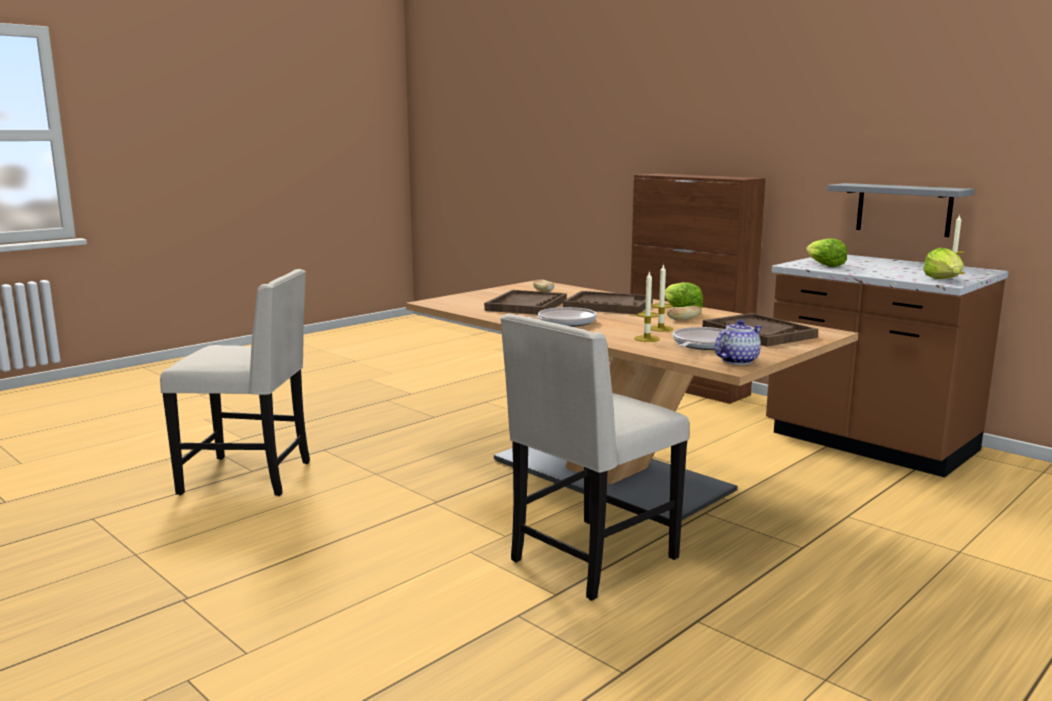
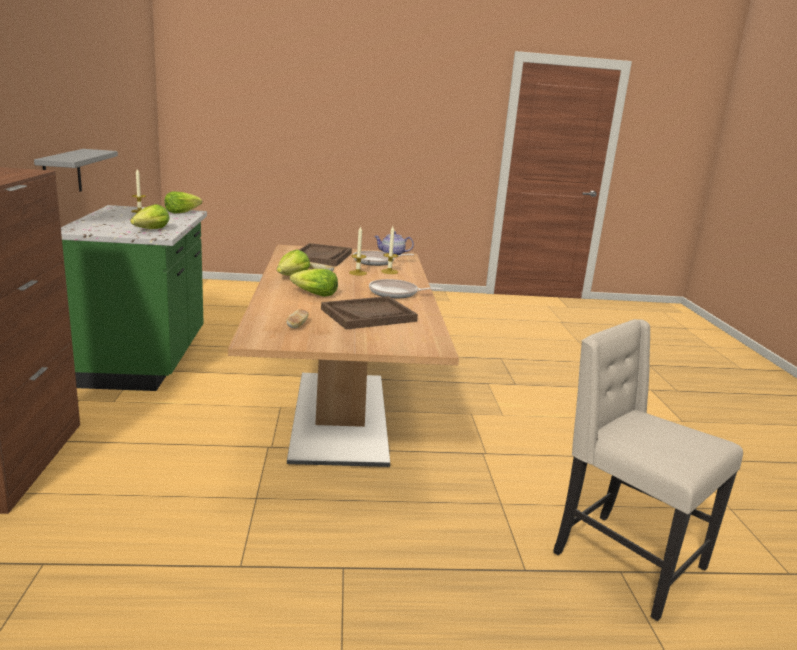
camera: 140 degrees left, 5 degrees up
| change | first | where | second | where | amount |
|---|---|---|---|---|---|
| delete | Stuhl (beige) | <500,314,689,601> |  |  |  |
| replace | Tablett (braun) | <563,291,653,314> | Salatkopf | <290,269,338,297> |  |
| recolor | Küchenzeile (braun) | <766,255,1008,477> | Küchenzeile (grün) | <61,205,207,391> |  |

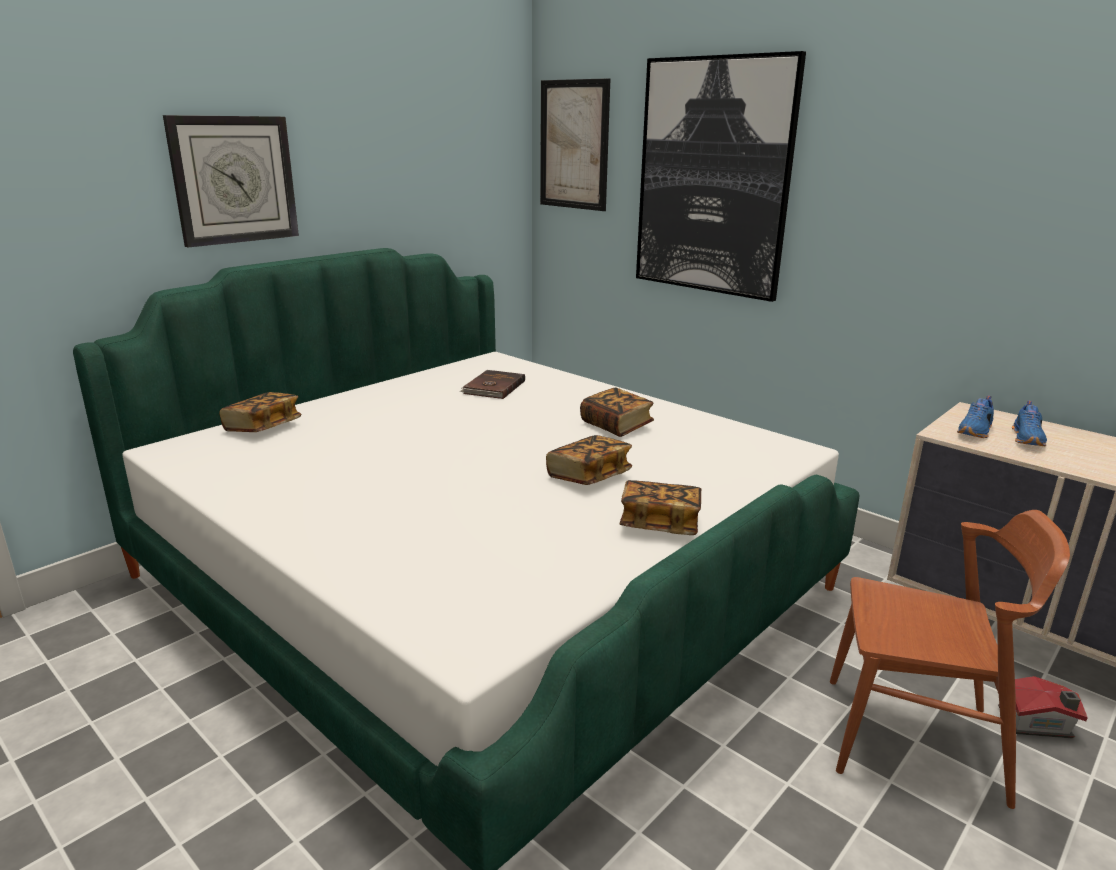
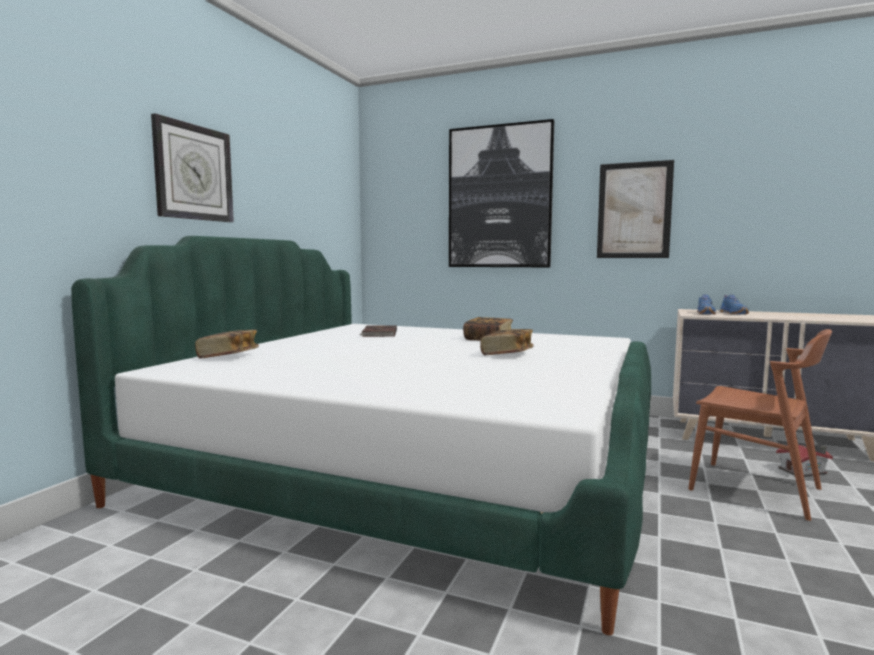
camera: 20 degrees left, 15 degrees down
| change | first | where | second | where | amount |
|---|---|---|---|---|---|
| move | Bild | <540,78,610,211> |  | <597,160,674,258> |  |
| delete | Buch | <620,480,701,535> |  |  |  |
| rotate | Stuhl (braun) | <830,510,1070,809> |  | <688,329,832,521> | 45 degrees clockwise |

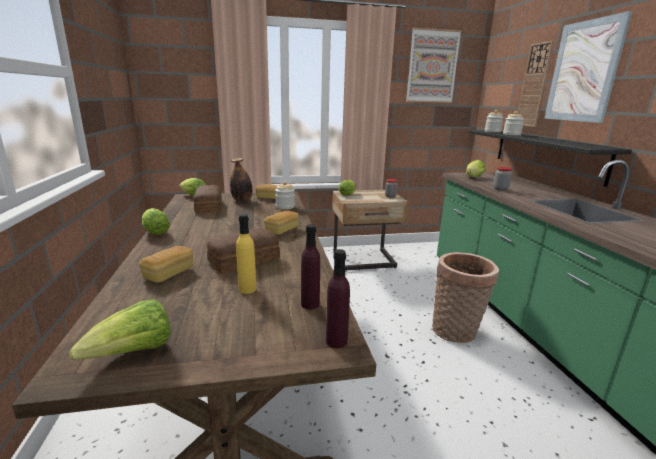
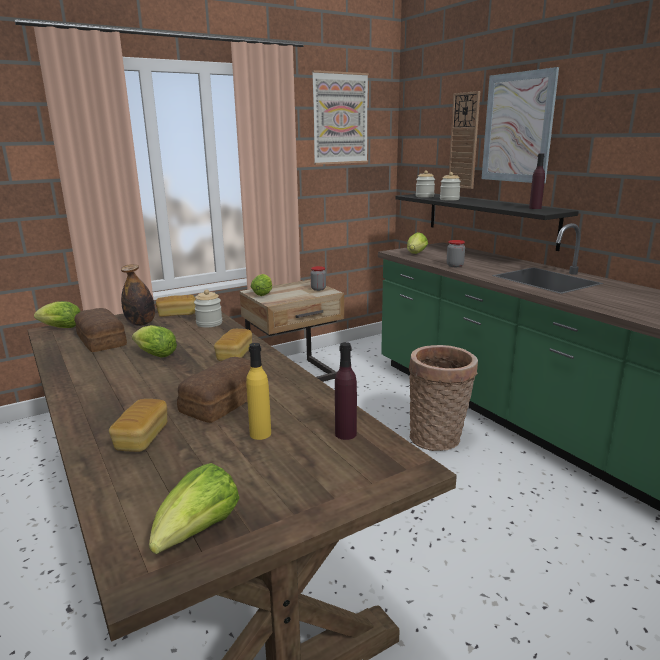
camera: 20 degrees left, 0 degrees up
| change | first | where | second | where | amount |
|---|---|---|---|---|---|
| move | Salatkopf | <142,208,170,235> |  | <132,325,177,358> |  |
| move | Flasche (lila) | <326,249,350,348> |  | <529,154,545,209> |  |

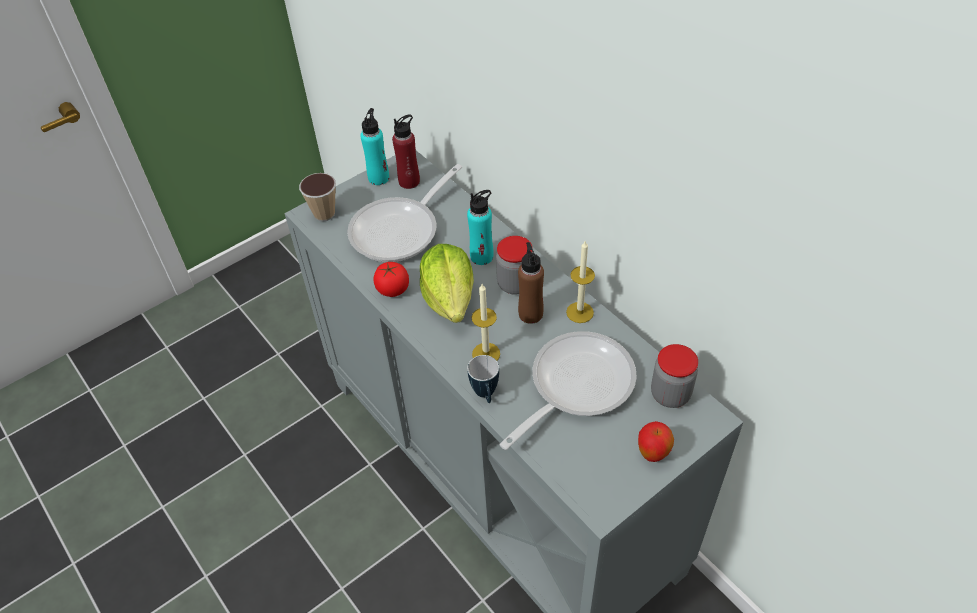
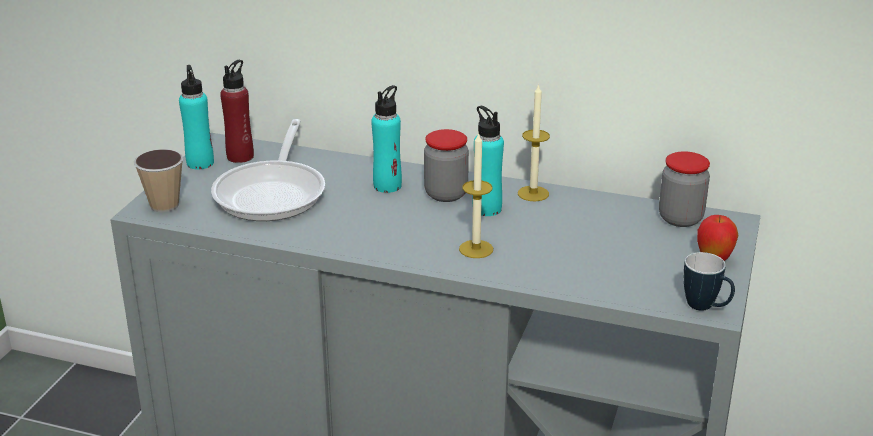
camera: 35 degrees left, 20 degrees down
| change | first | where | second | where | amount |
|---|---|---|---|---|---|
| delete | Tomate | <373,262,409,297> |  |  |  |
| delete | Salatkopf | <420,244,474,323> |  |  |  |
| move | Henkelbecher | <467,355,499,403> |  | <684,252,735,311> |  |
| delete | Pfanne | <500,331,637,450> |  |  |  |
| recolor | Flasche (braun) | <518,242,544,324> | Flasche (türkis) | <472,106,504,216> |  |

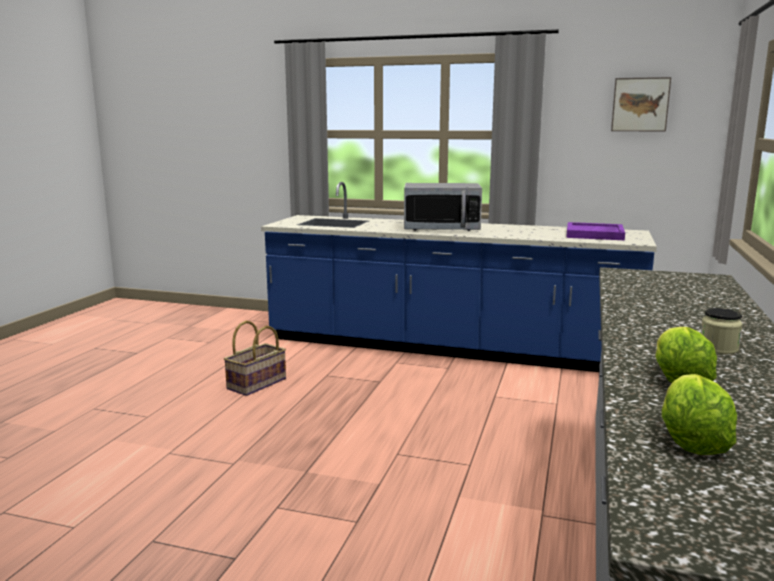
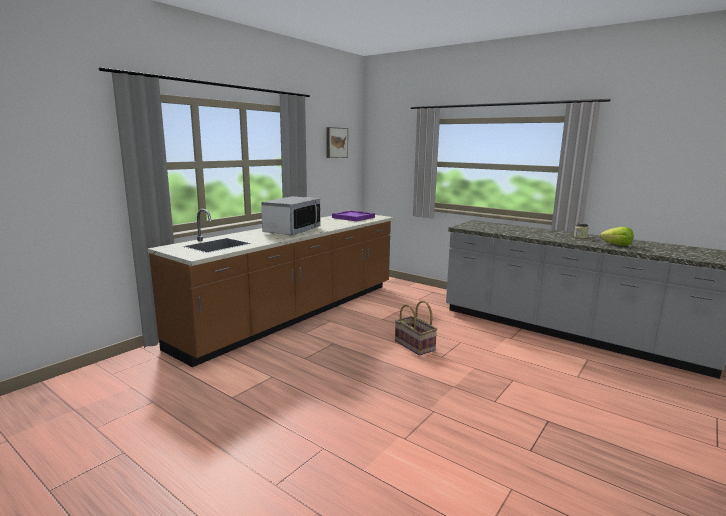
camera: 70 degrees left, 0 degrees up
| change | first | where | second | where | amount |
|---|---|---|---|---|---|
| move | Korb | <224,321,286,396> |  | <395,300,437,356> |  |
| recolor | Küchenzeile (blau) | <261,182,657,372> | Küchenzeile (braun) | <147,209,394,367> |  |
| delete | Salatkopf | <662,374,737,455> |  |  |  |

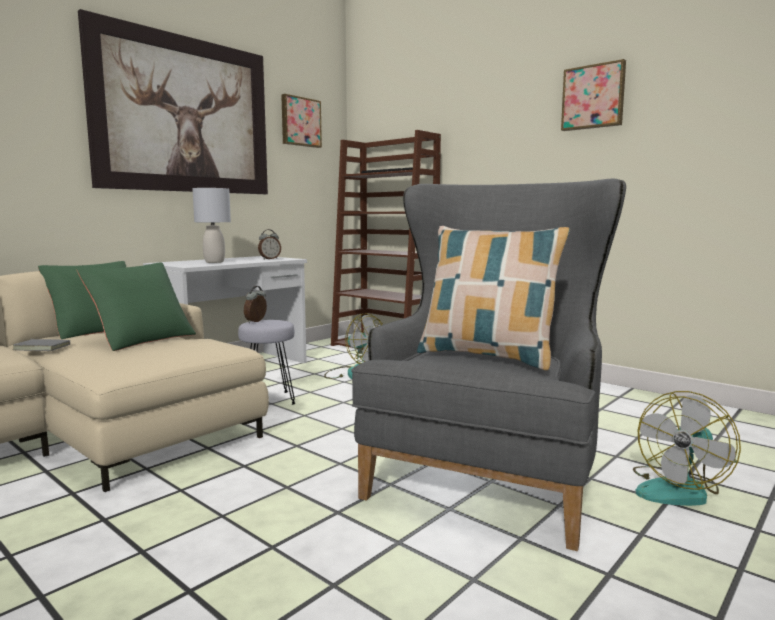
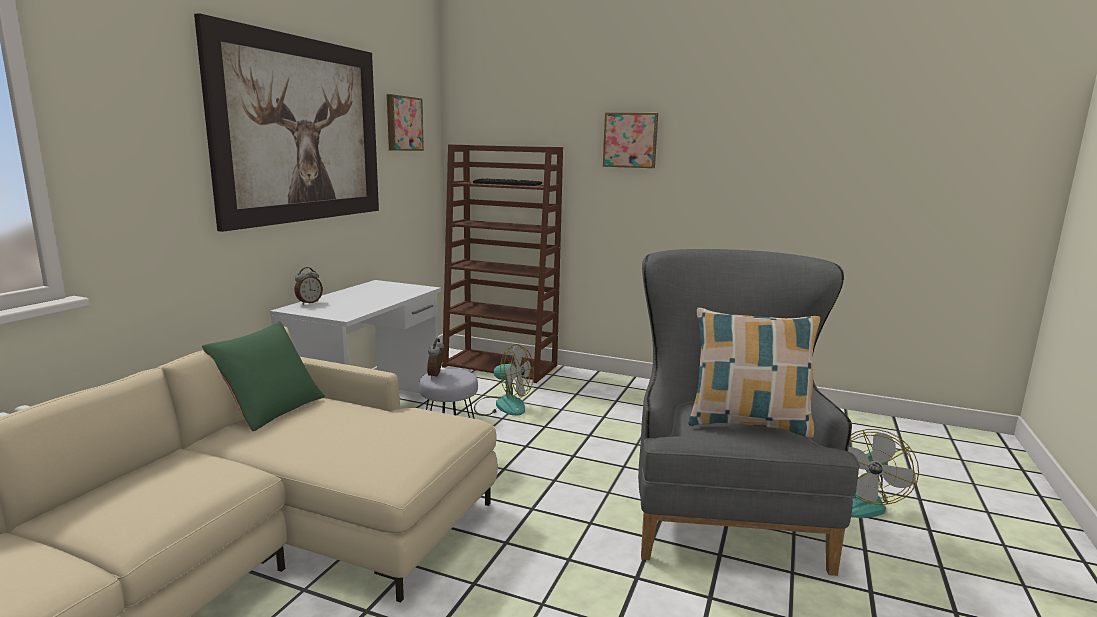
camera: 20 degrees left, 5 degrees up
| change | first | where | second | where | amount |
|---|---|---|---|---|---|
| delete | Buch (grau) | <13,338,70,351> |  |  |  |
| delete | Kissen (grün) | <77,262,196,351> |  |  |  |
| delete | Tischlampe (grau) | <192,188,231,263> |  |  |  |
| move | Wecker | <258,229,281,259> |  | <295,267,323,305> |  |
| move | Bild | <561,59,626,131> |  | <603,113,658,168> |  |

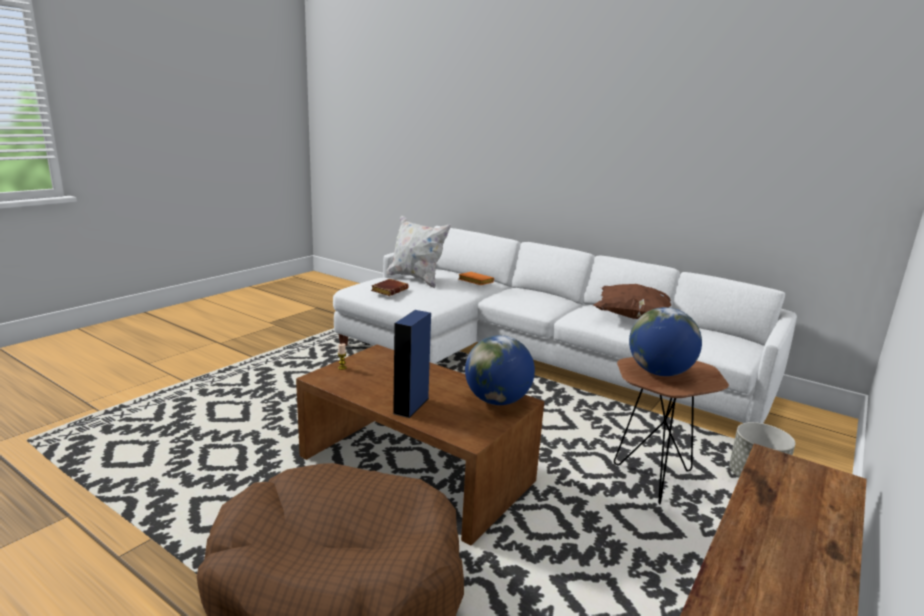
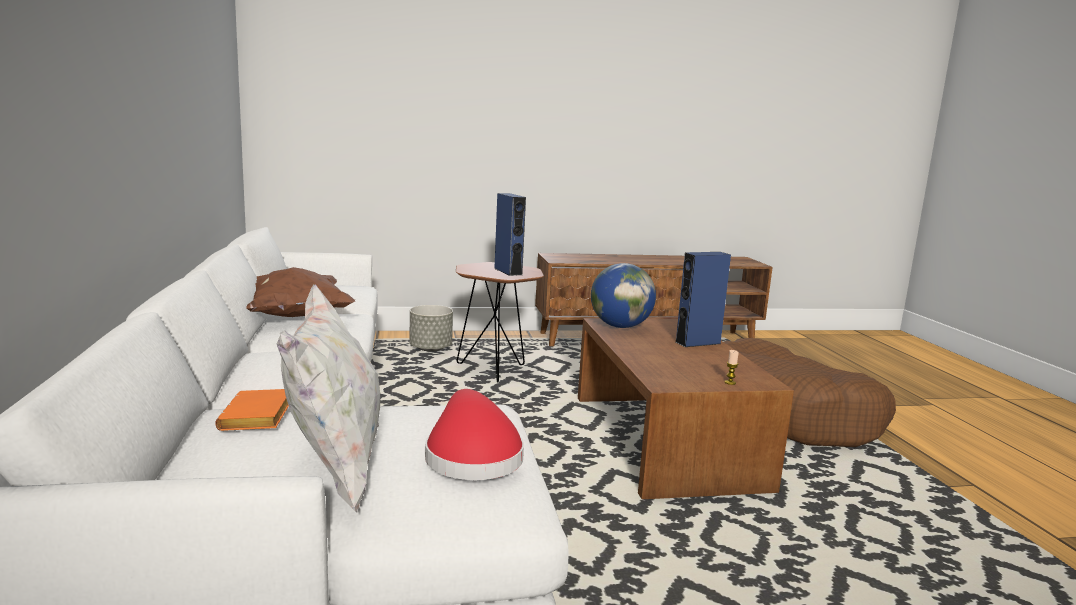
camera: 135 degrees left, 5 degrees down
| change | first | where | second | where | amount |
|---|---|---|---|---|---|
| replace | Buch (braun) | <371,279,409,296> | Hut (rot) | <425,389,524,480> |  |
| replace | Globus | <629,307,702,376> | Lautsprecher (blau) | <494,193,526,276> |  |

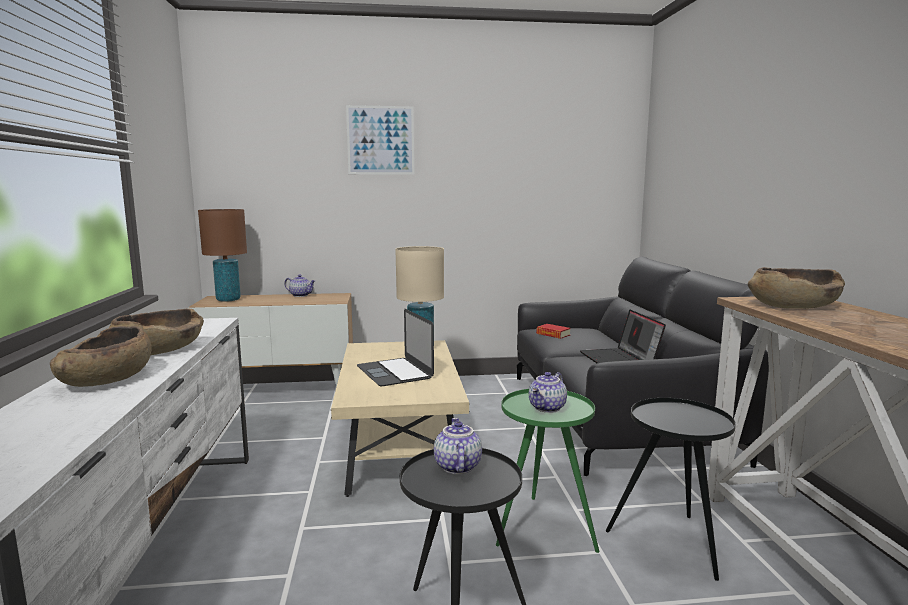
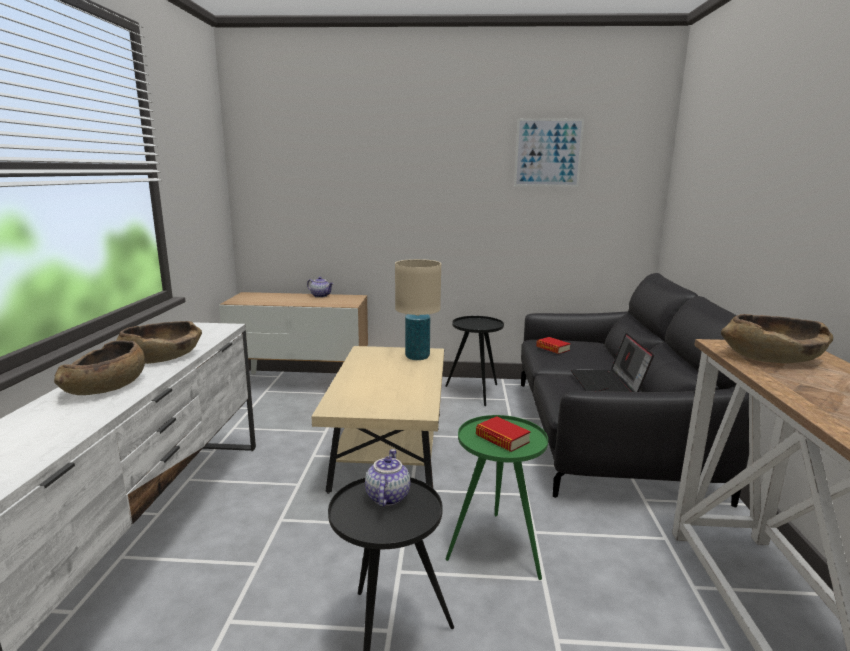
camera: 10 degrees right, 5 degrees up
| change | first | where | second | where | amount |
|---|---|---|---|---|---|
| delete | Tischlampe (braun) | <198,209,247,302> |  |  |  |
| move | Bild | <346,105,414,175> |  | <514,118,584,187> |  |
| delete | Laptop | <357,309,434,386> |  |  |  |
| replace | Teekanne | <529,372,567,413> | Buch | <476,416,531,452> |  |
| move | Beistelltisch (schwarz) | <606,398,736,581> |  | <446,316,504,406> |  |

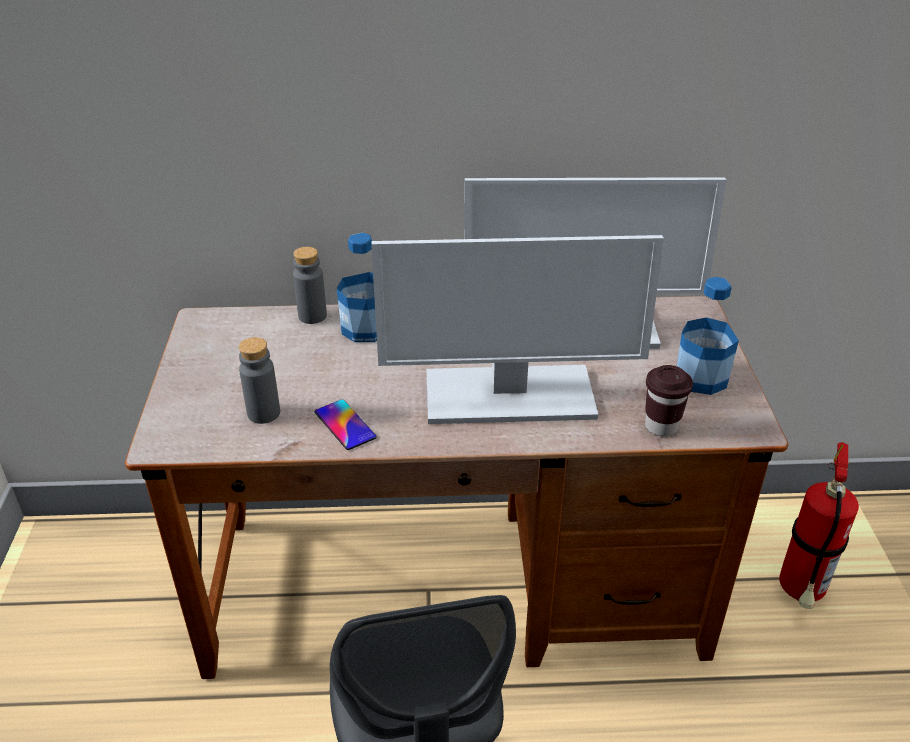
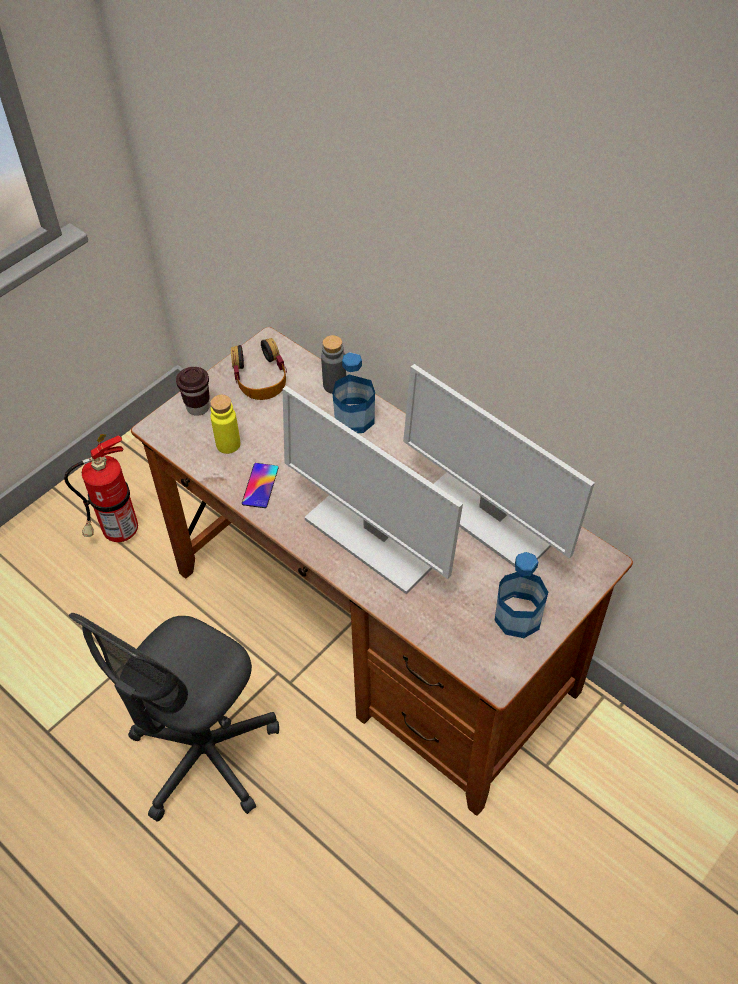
camera: 45 degrees right, 15 degrees up
| change | first | where | second | where | amount |
|---|---|---|---|---|---|
| recolor | Flasche (grau) | <239,337,280,424> | Flasche (gelb) | <210,395,240,454> |  |
| move | Tasse (braun) | <645,365,693,437> |  | <176,367,210,416> |  |
| move | Feuerlöscher | <779,442,859,609> |  | <64,434,138,542> |  |
| insert |  |  | Kopfhörer | <231,338,287,400> |  |

